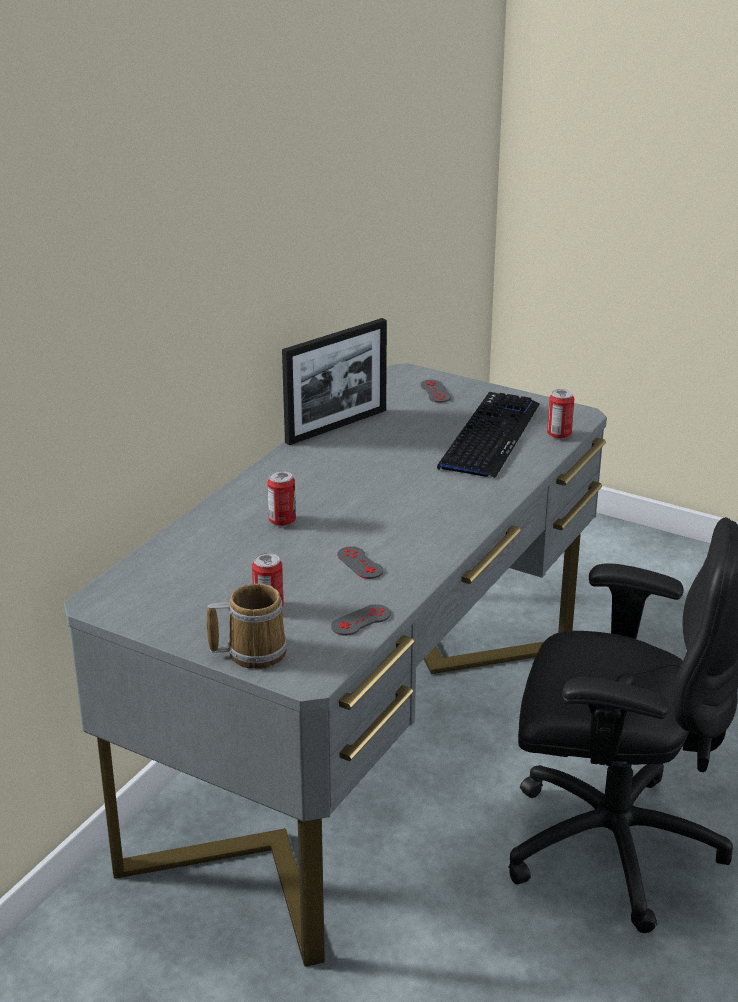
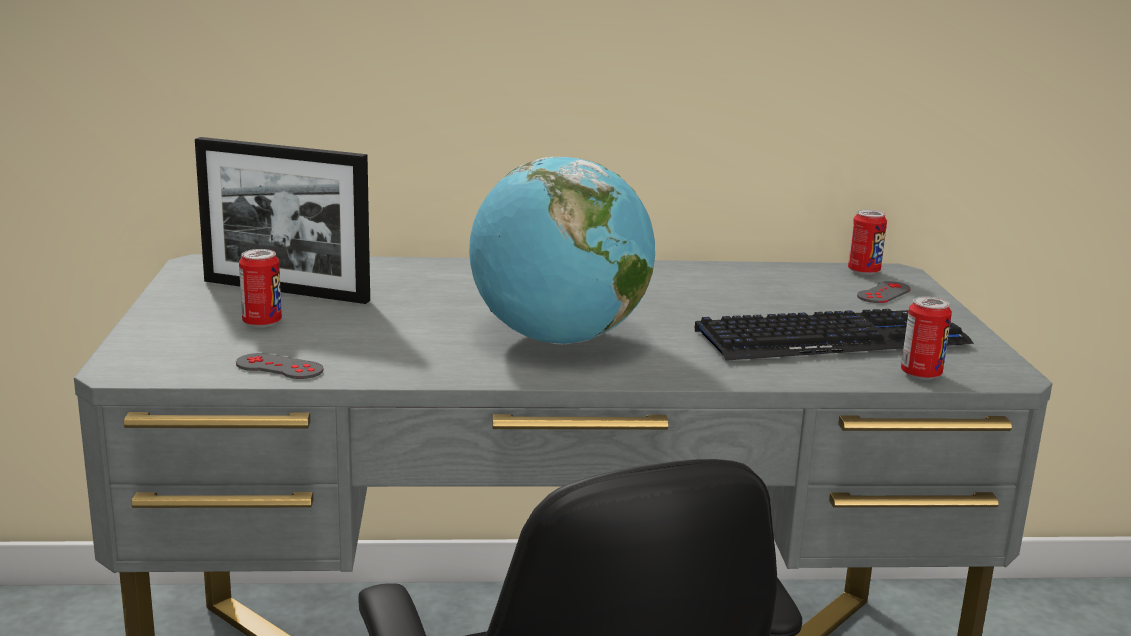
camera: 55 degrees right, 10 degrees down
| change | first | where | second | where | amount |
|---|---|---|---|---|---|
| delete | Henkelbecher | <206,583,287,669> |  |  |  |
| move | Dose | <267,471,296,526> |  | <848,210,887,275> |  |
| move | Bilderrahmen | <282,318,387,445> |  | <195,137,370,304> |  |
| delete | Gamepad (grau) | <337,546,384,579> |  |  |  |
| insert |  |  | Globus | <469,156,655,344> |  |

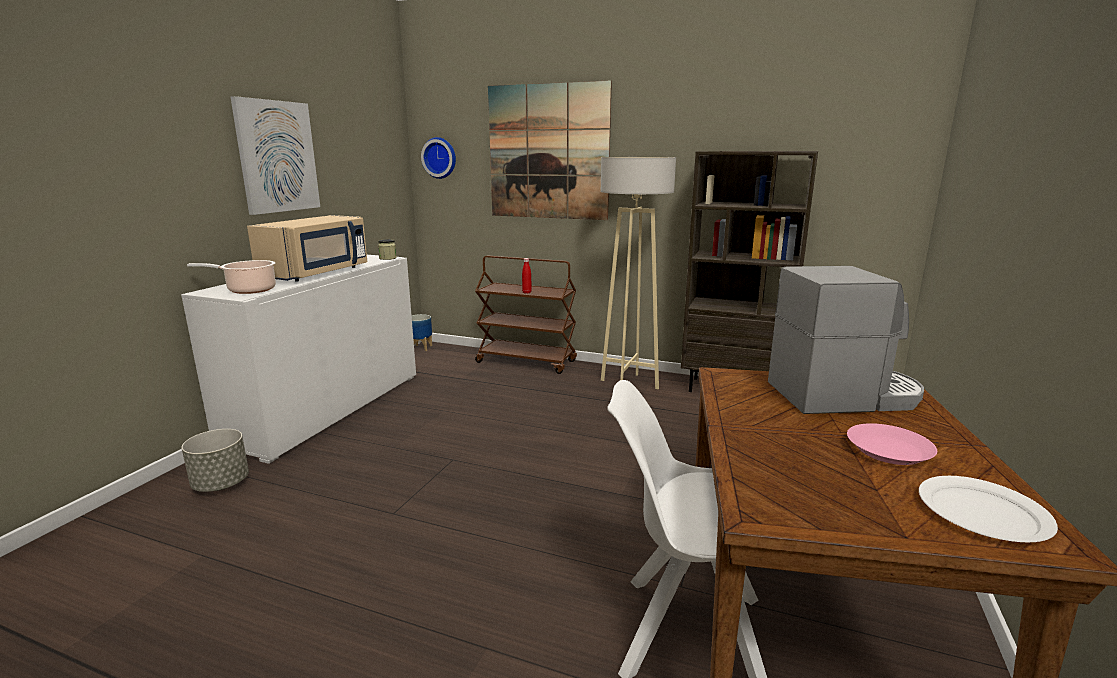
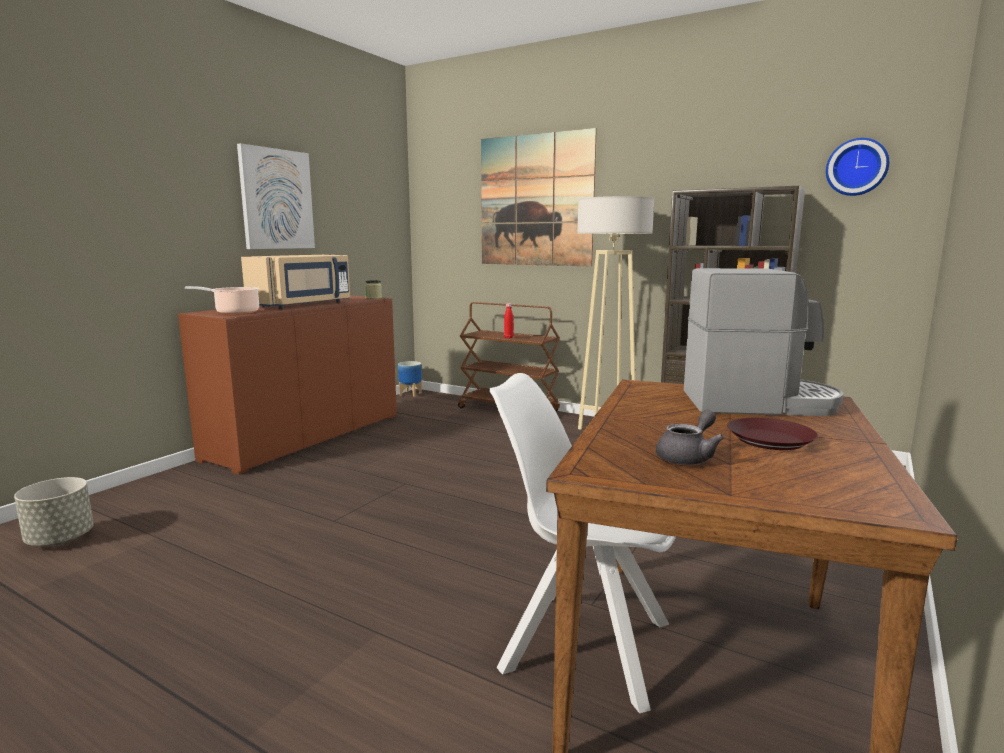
camera: 10 degrees right, 5 degrees down
| change | first | where | second | where | amount |
|---|---|---|---|---|---|
| recolor | Schrank (weiß) | <181,255,416,464> | Schrank (braun) | <178,295,397,475> |  |
| move | Pflanzkübel (grau) | <182,429,249,492> |  | <14,477,94,546> |  |
| move | Wanduhr | <421,137,456,179> |  | <826,138,889,196> |  |
| recolor | Teller (rosa) | <847,423,937,465> | Teller (braun) | <727,418,818,450> |  |
| delete | Teller (weiß) | <919,476,1058,542> |  |  |  |
| insert |  |  | Teekanne (grau) | <656,410,724,465> |  |

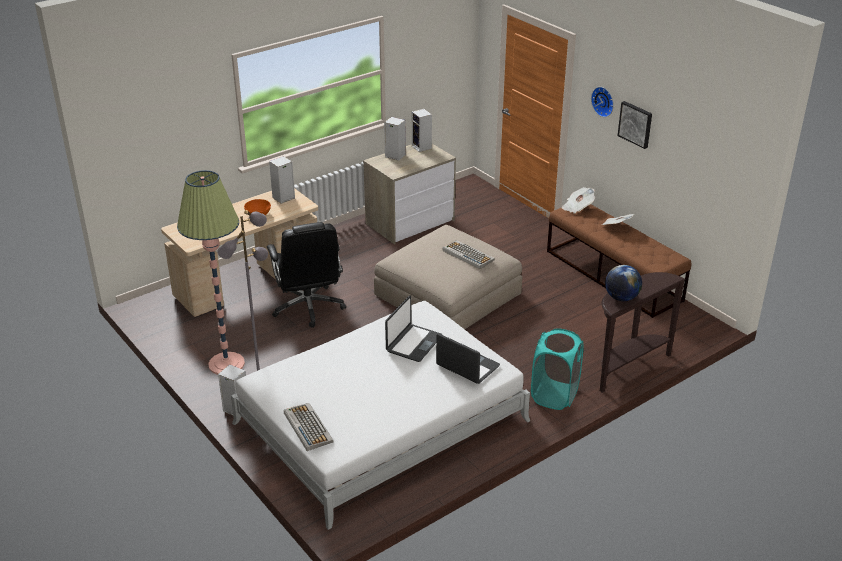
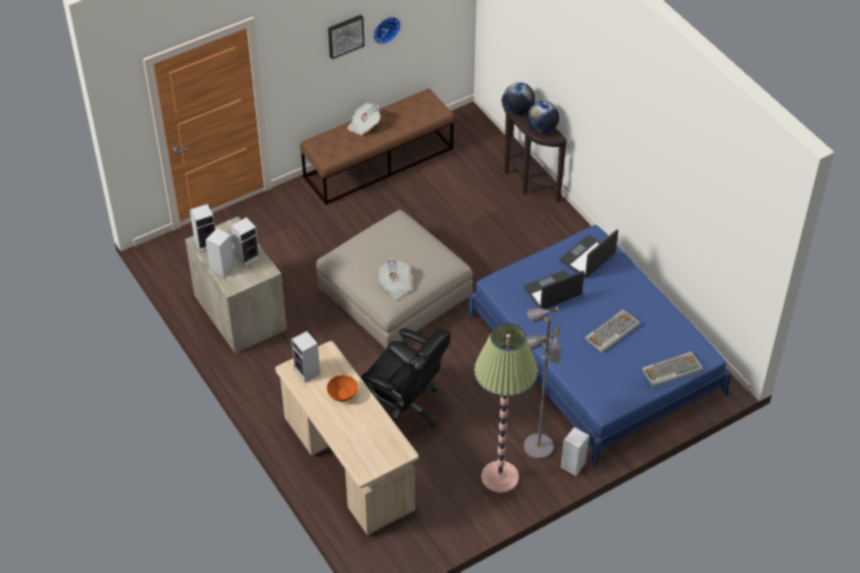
camera: 85 degrees left, 15 degrees up
| change | first | where | second | where | amount |
|---|---|---|---|---|---|
| recolor | Bett (weiß) | <231,301,530,530> | Bett (blau) | <466,225,732,468> |  |
| rotate | Bürostuhl (schwarz) | <267,222,346,328> |  | <361,328,451,428> | 45 degrees clockwise |
| rotate | Laptop | <385,296,442,362> |  | <524,271,584,309> | 60 degrees counterclockwise |
| move | Tastatur | <442,240,495,269> |  | <584,310,640,353> |  |
| delete | Wäschekorb (türkis) | <531,328,584,410> |  |  |  |
| move | Zeitung | <562,187,595,213> |  | <379,258,412,299> |  |
| move | Wanduhr | <591,87,614,117> |  | <373,17,401,44> |  |
| insert |  |  | Lautsprecher | <231,217,260,267> |  |
| insert |  |  | Globus | <503,82,535,114> |  |

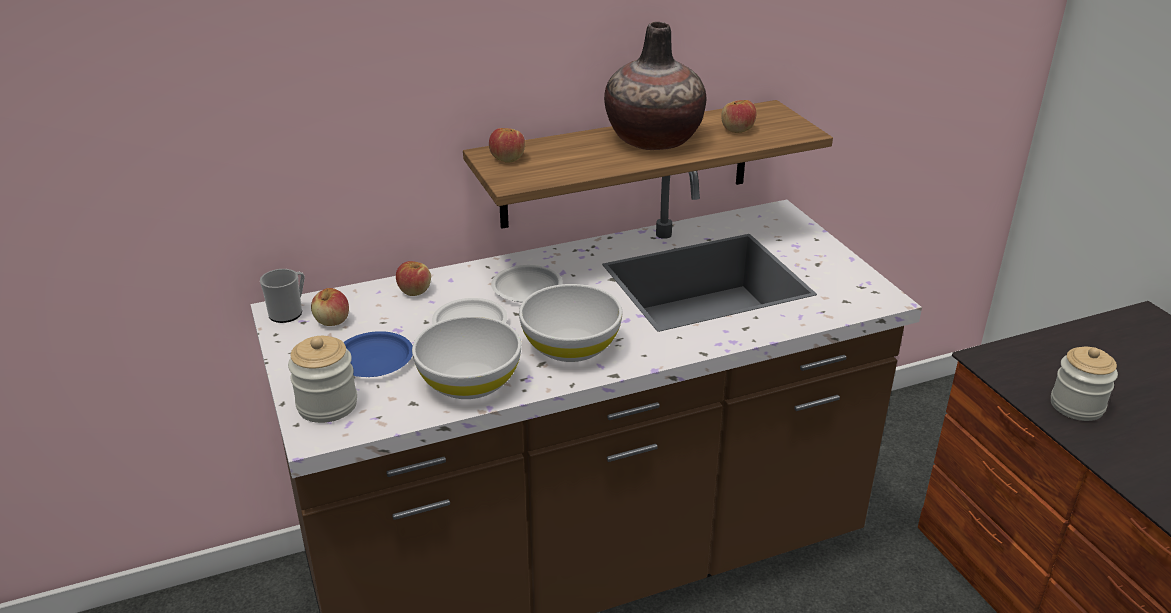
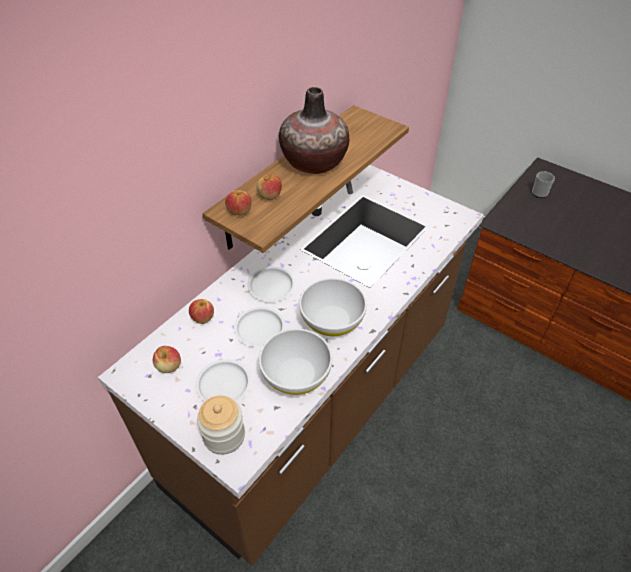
camera: 30 degrees left, 15 degrees up
| change | first | where | second | where | amount |
|---|---|---|---|---|---|
| move | Henkelbecher | <260,269,305,323> |  | <532,171,555,198> |  |
| recolor | Teller (blau) | <343,331,413,377> | Teller (weiß) | <195,359,251,402> |  |
| move | Apfel | <721,100,757,133> |  | <257,174,282,200> |  |
| delete | Vorratsglas | <1051,347,1118,421> |  |  |  |

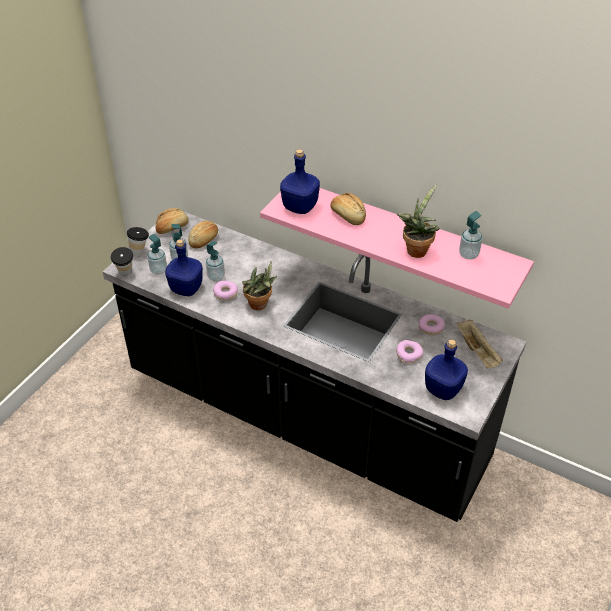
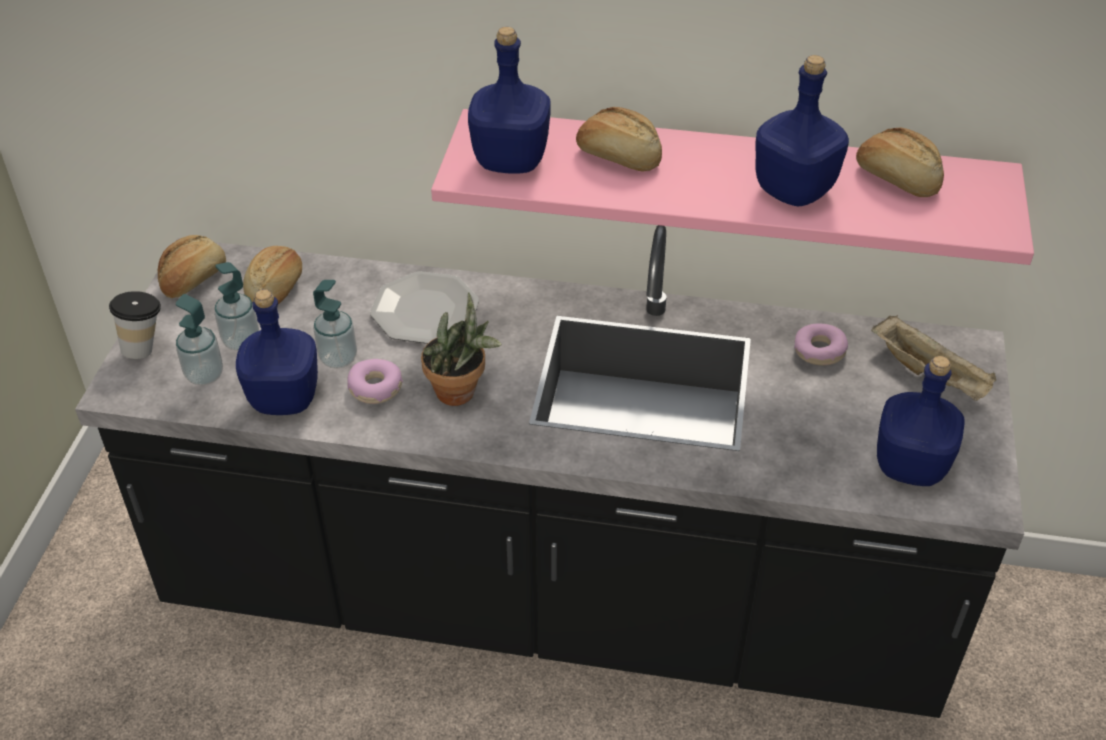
camera: 20 degrees left, 0 degrees up
| change | first | where | second | where | amount |
|---|---|---|---|---|---|
| delete | Tasse | <111,247,133,276> |  |  |  |
| replace | Topfpflanze | <396,185,440,258> | Flasche (blau) | <755,55,849,206> |  |
| delete | Donut | <396,340,423,363> |  |  |  |
| replace | Seifenspender | <459,211,482,260> | Brot | <856,128,944,197> |  |
| insert |  |  | Teller | <370,271,479,344> |  |

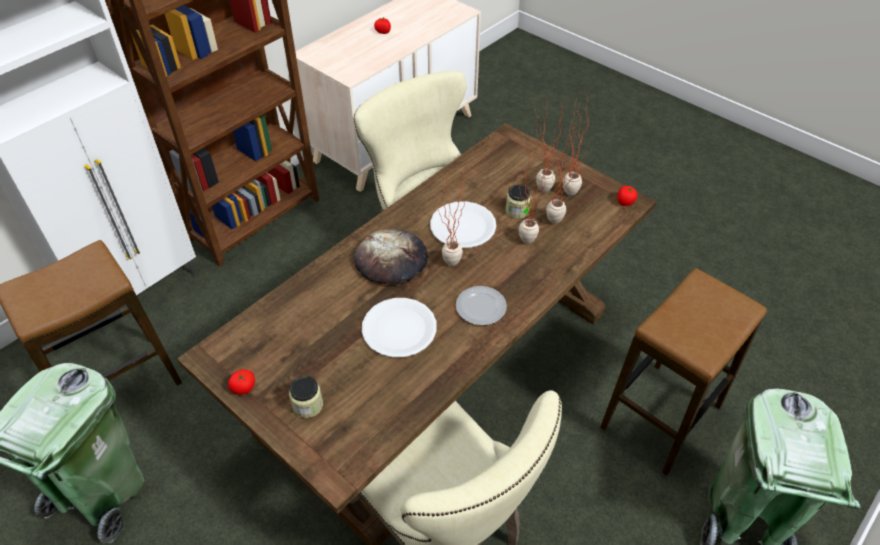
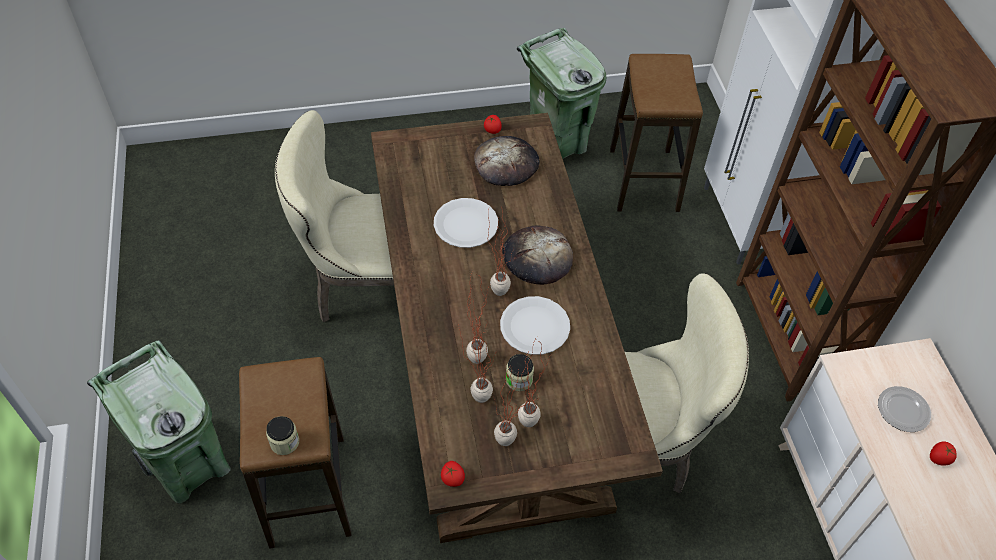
camera: 125 degrees right, 5 degrees up
| change | first | where | second | where | amount |
|---|---|---|---|---|---|
| move | Vorratsglas | <289,376,323,418> |  | <266,416,299,455> |  |
| move | Teller | <456,286,507,325> |  | <878,386,931,432> |  |
| insert |  |  | Brot | <474,136,540,186> |  |

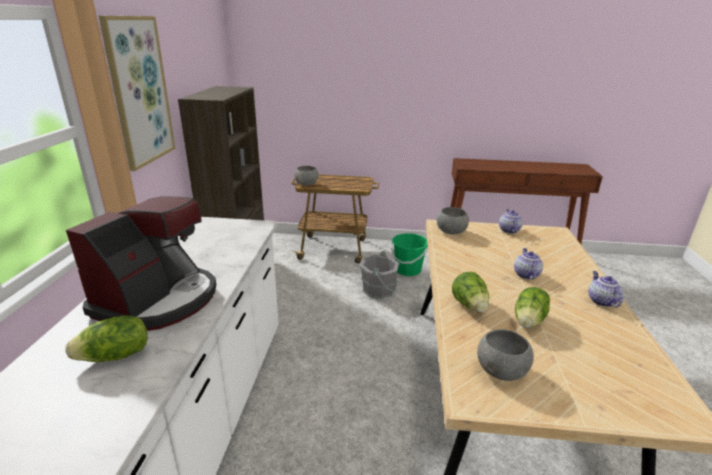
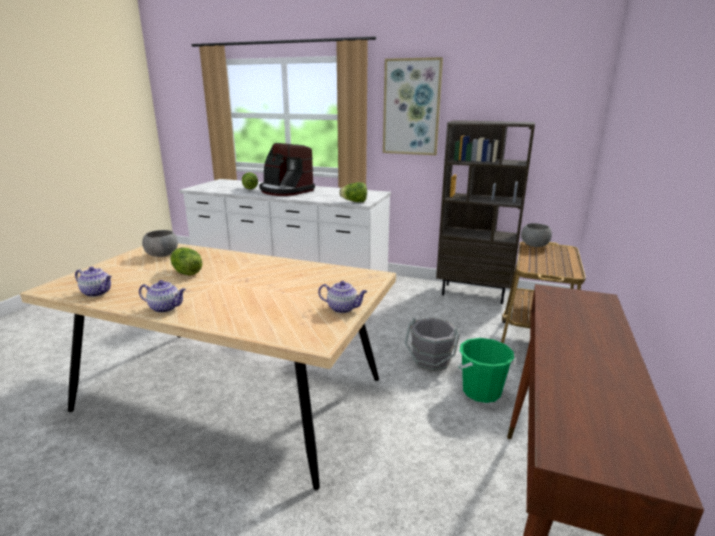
camera: 105 degrees right, 5 degrees down
| change | first | where | second | where | amount |
|---|---|---|---|---|---|
| delete | Schüssel (grau) | <436,207,469,234> |  |  |  |
| move | Salatkopf | <452,271,489,313> |  | <339,182,367,202> |  |
| move | Teekanne | <514,248,543,279> |  | <75,267,112,297> |  |

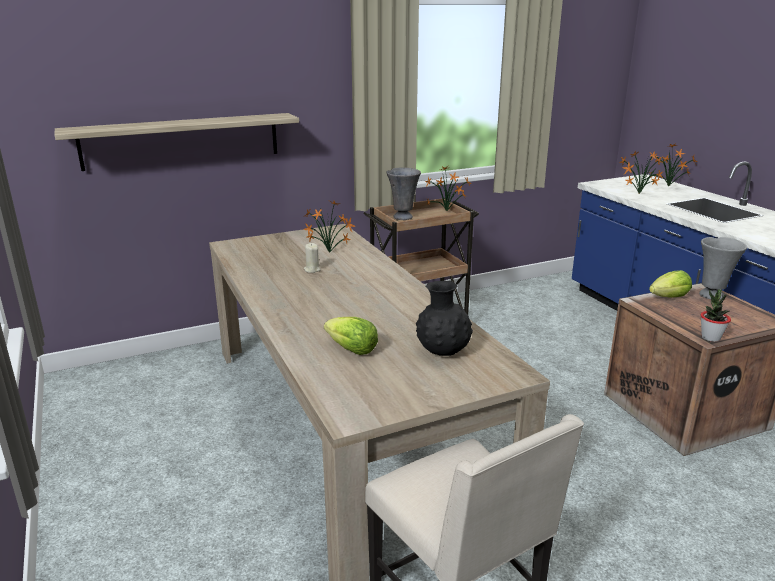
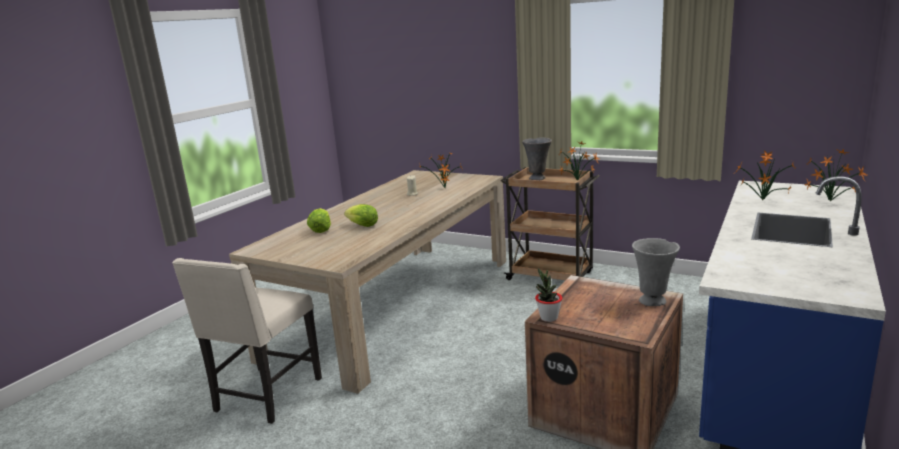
camera: 55 degrees right, 5 degrees down
| change | first | where | second | where | amount |
|---|---|---|---|---|---|
| delete | Wandregal | <54,113,299,171> |  |  |  |
| delete | Vase (schwarz) | <416,280,473,356> |  |  |  |
| move | Salatkopf | <649,270,692,298> |  | <344,204,378,227> |  |

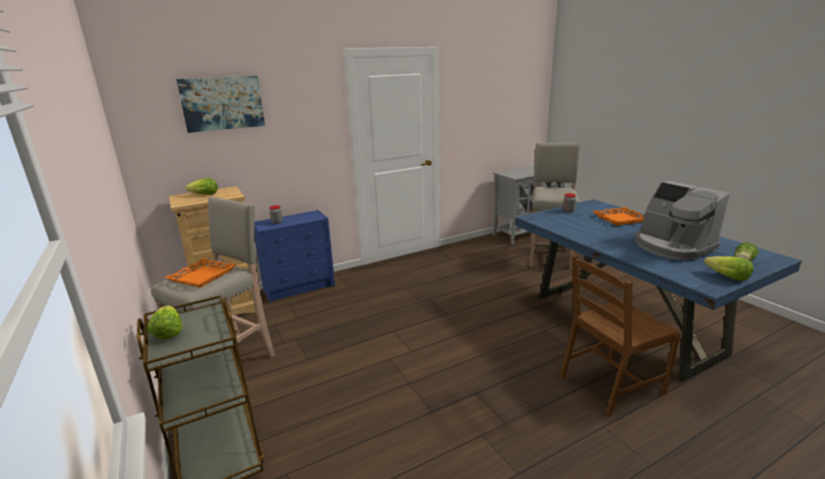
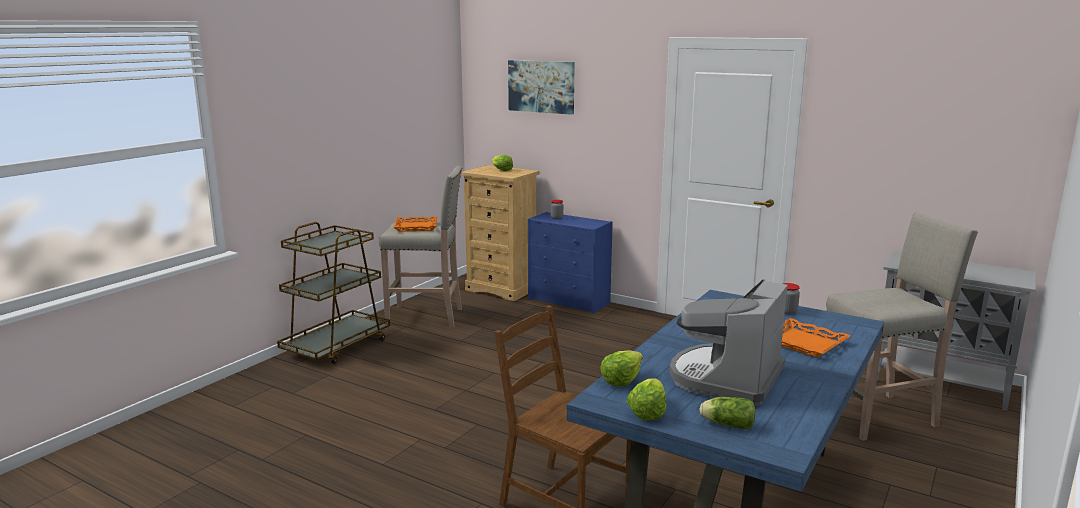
camera: 60 degrees right, 5 degrees down
| change | first | where | second | where | amount |
|---|---|---|---|---|---|
| move | Salatkopf | <147,305,182,340> |  | <600,350,643,386> |  |

